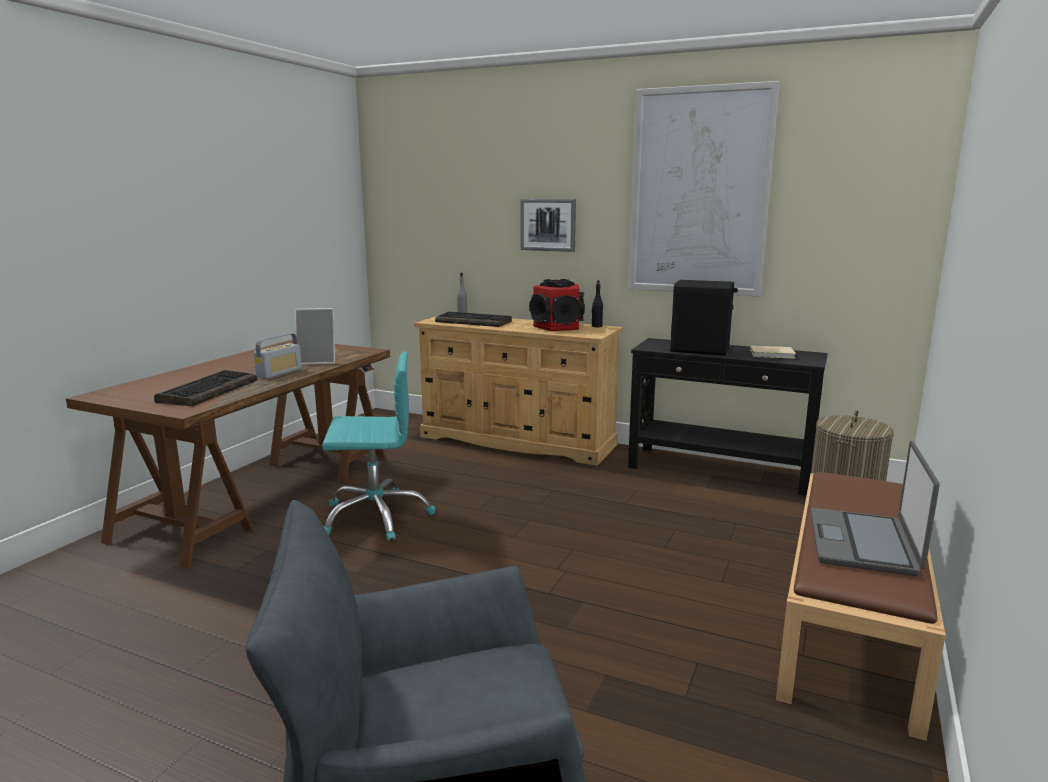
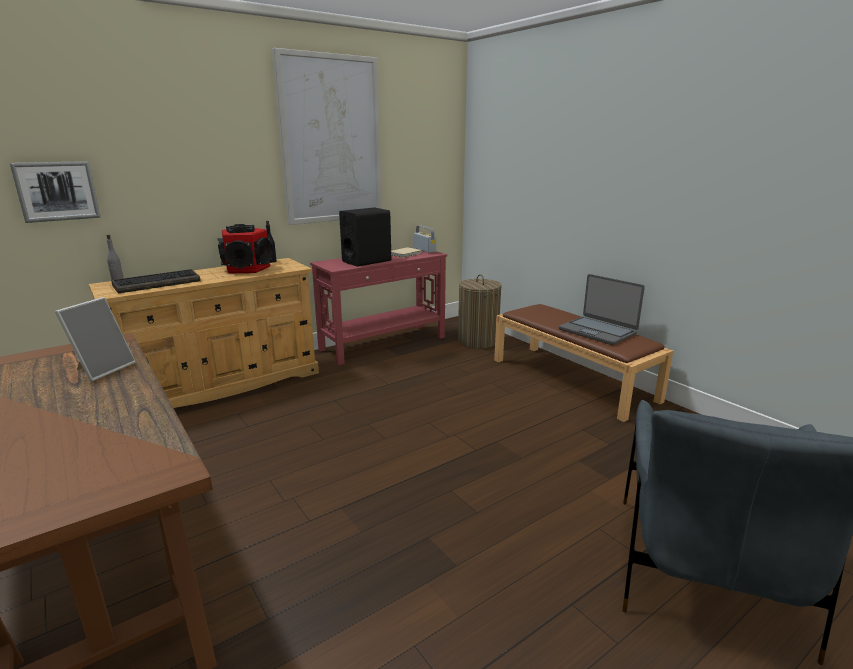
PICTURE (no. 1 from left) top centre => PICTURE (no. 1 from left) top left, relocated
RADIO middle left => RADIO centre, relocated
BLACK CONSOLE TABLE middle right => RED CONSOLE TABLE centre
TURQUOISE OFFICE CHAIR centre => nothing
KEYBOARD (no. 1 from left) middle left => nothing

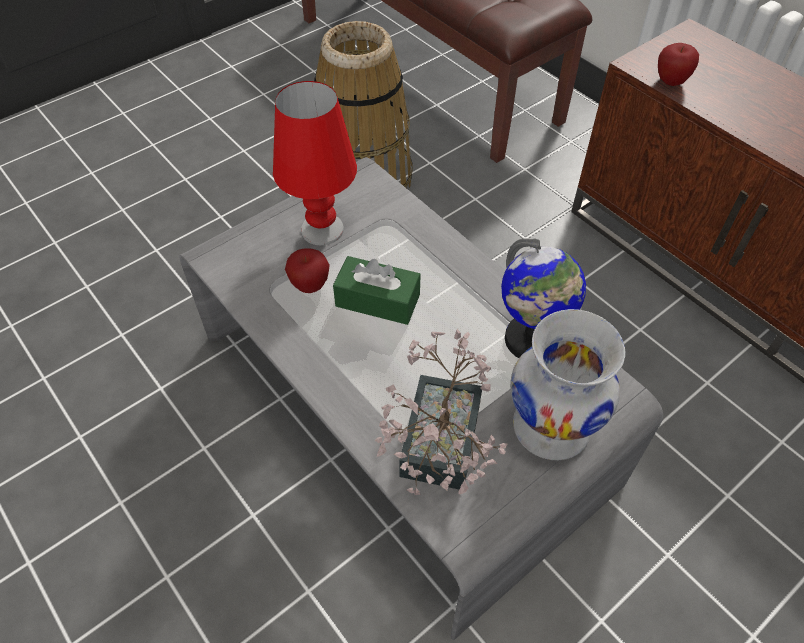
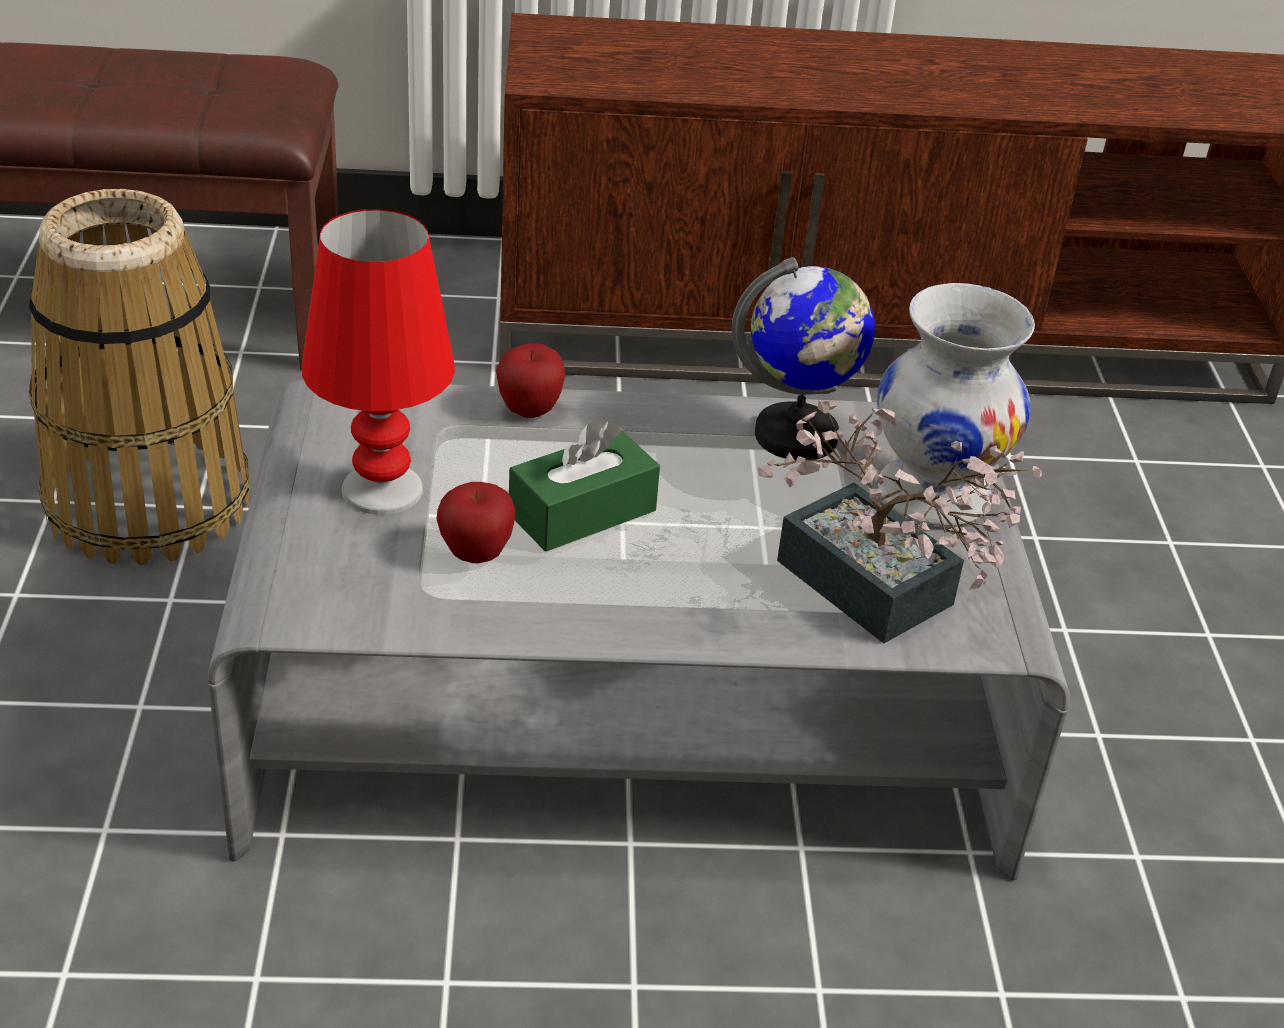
APPLE (no. 2 from left) top right => APPLE (no. 2 from left) centre, relocated

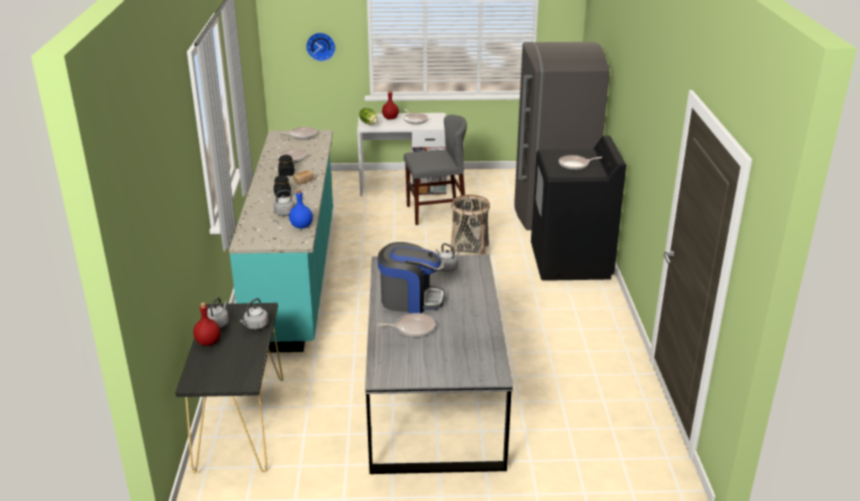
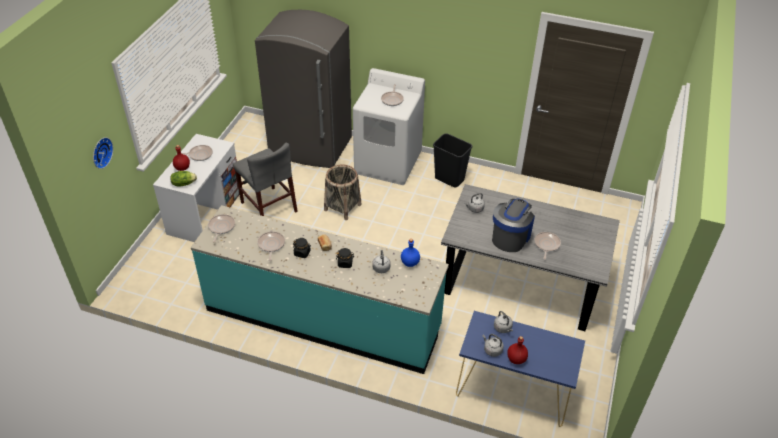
GREY CHAIR centre, 135 degrees clockwise
BLACK WASHING MACHINE middle right => WHITE WASHING MACHINE top centre
BLACK CONSOLE TABLE bottom left => BLUE CONSOLE TABLE bottom right
nothing => BLACK TRASH CAN centre

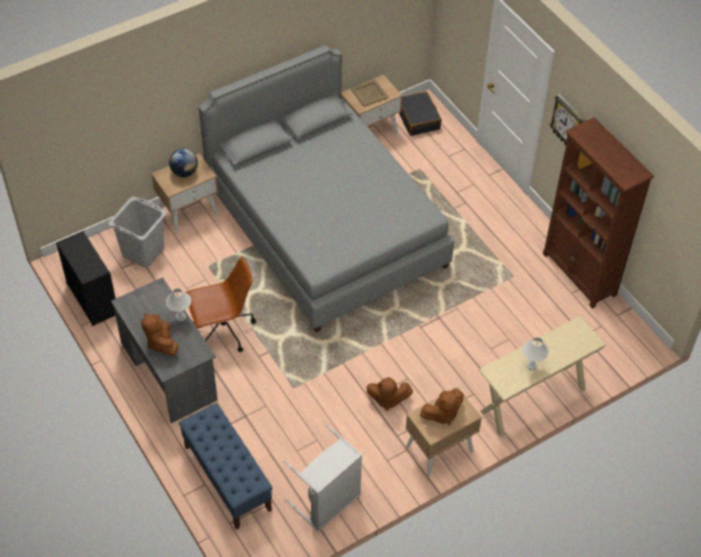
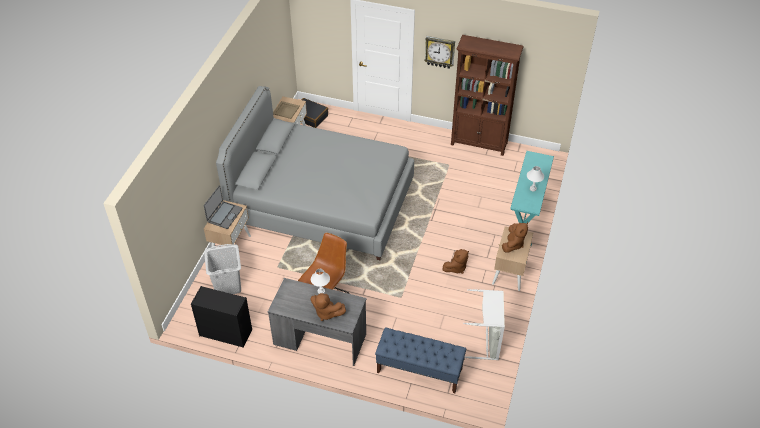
GLOBE top left => LAPTOP middle left
BEIGE CONSOLE TABLE bottom right => TURQUOISE CONSOLE TABLE middle right

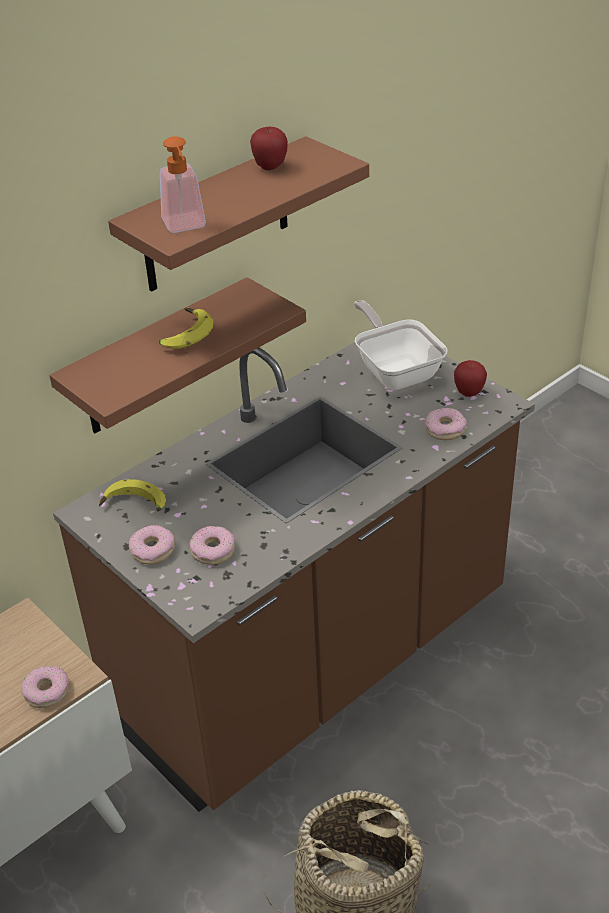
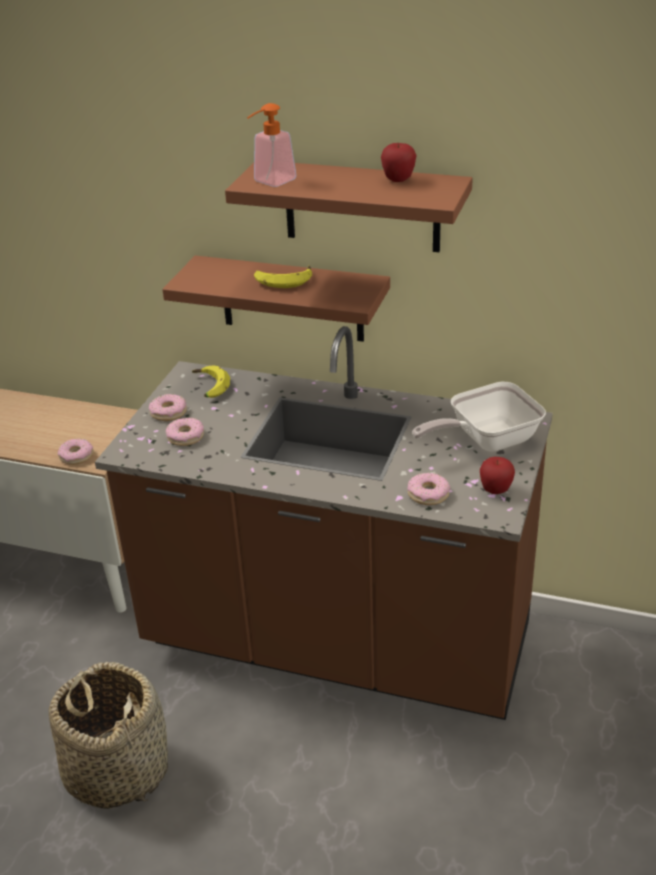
FRYING PAN centre => FRYING PAN middle right, 150 degrees counterclockwise

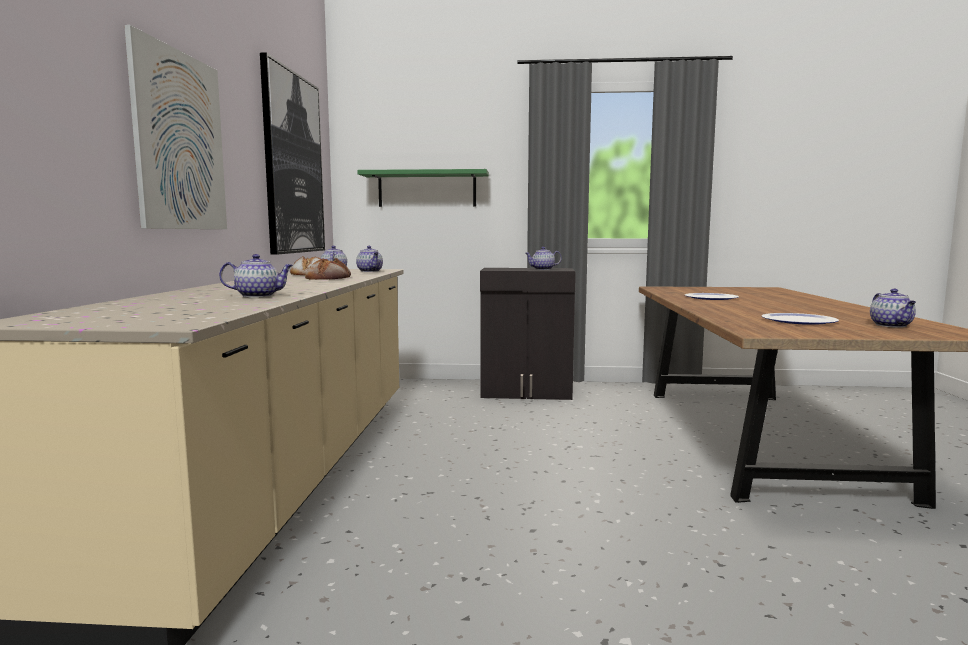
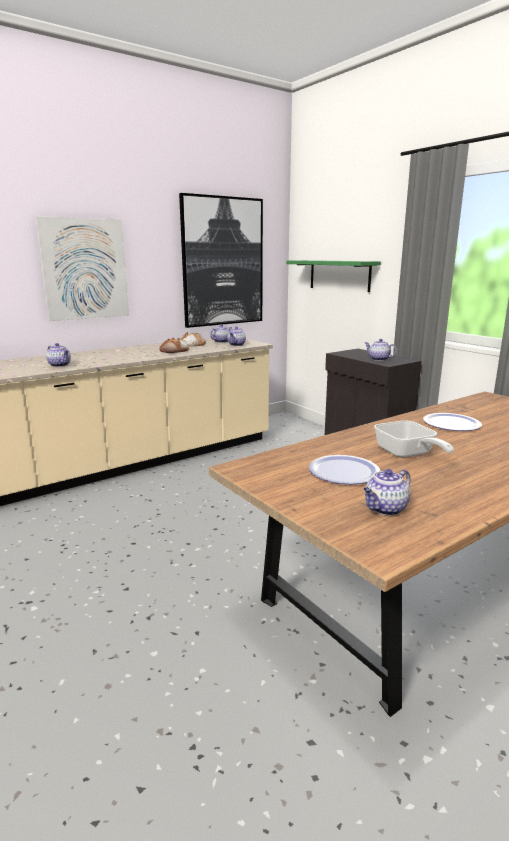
nothing => FRYING PAN middle right

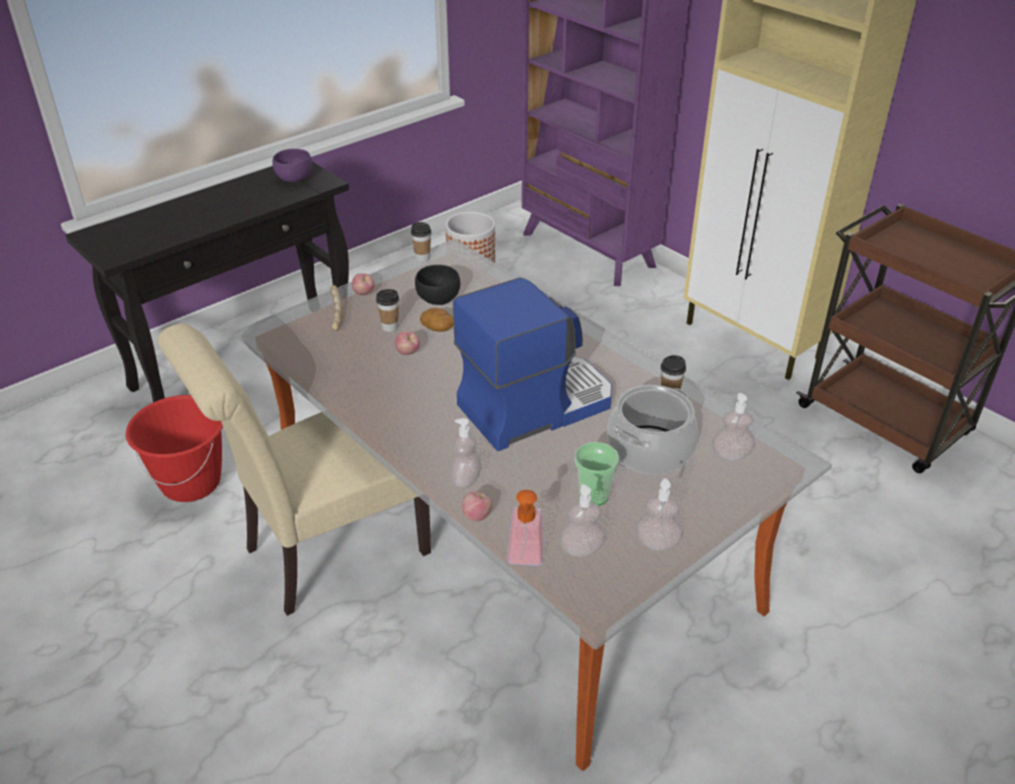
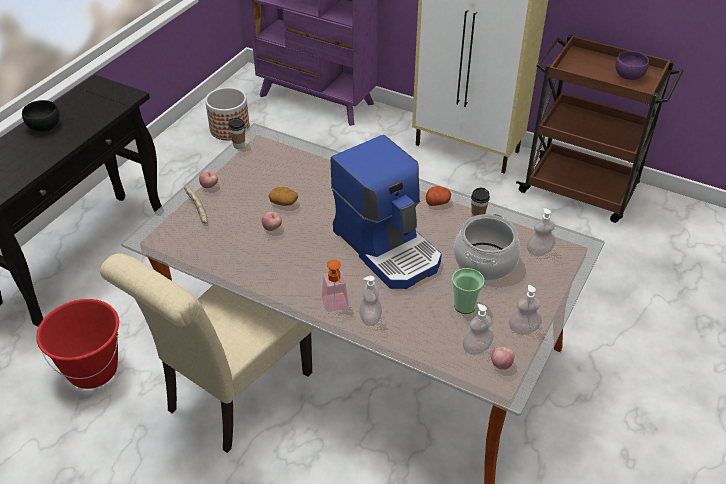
PURPLE BOWL top left => PURPLE BOWL top right, relocated
BLACK BOWL centre => BLACK BOWL top left, relocated
COFFEE MACHINE centre, 105 degrees clockwise
CUP (no. 1 from left) centre => nothing
SOAP DISPENSER (no. 2 from left in the first image) bottom centre => SOAP DISPENSER (no. 1 from left) centre, relocated
APPLE (no. 3 from left) centre => APPLE (no. 3 from left) bottom right, relocated
nothing => POTATO (no. 2 from left) centre

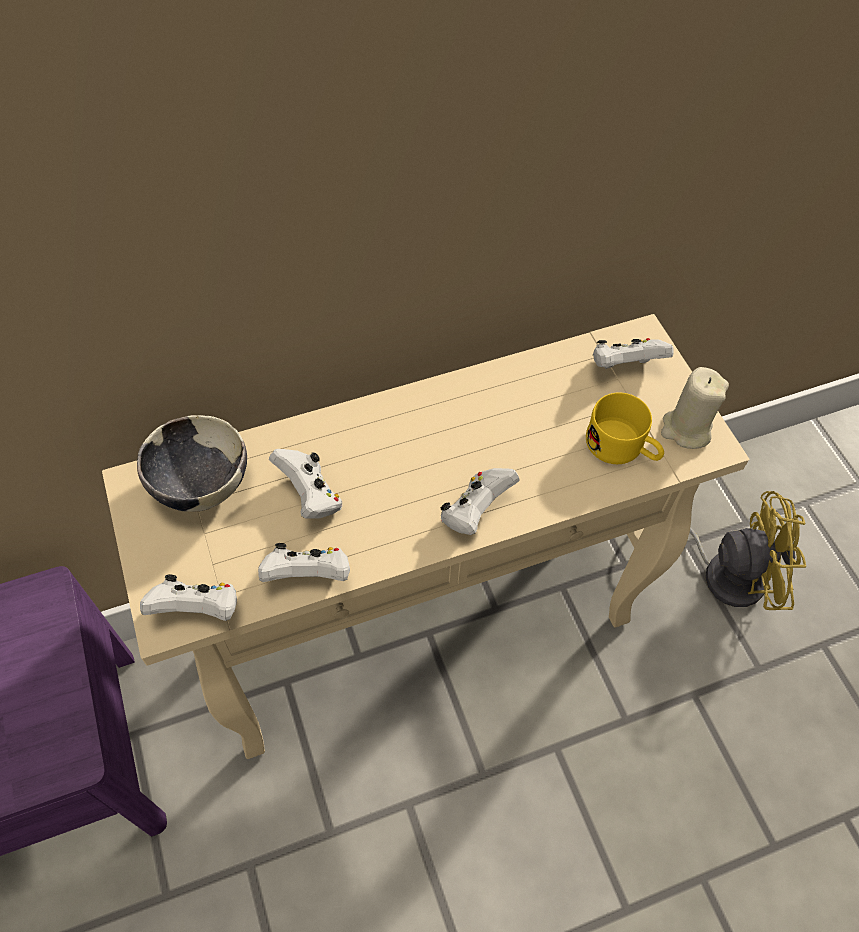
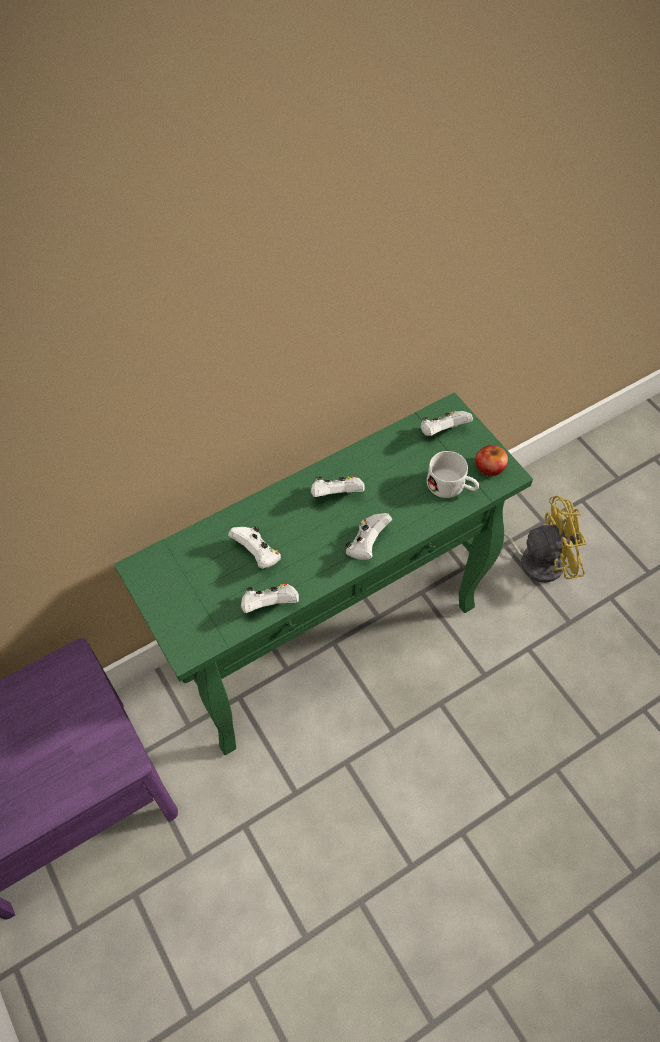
BEIGE CONSOLE TABLE centre => GREEN CONSOLE TABLE centre
BEIGE CANDLE middle right => APPLE middle right
YELLOW MUG middle right => WHITE MUG middle right
BOWL middle left => nothing
WHITE GAME CONTROLLER (no. 1 from left in the first image) middle left => WHITE GAME CONTROLLER (no. 3 from left) centre, relocated

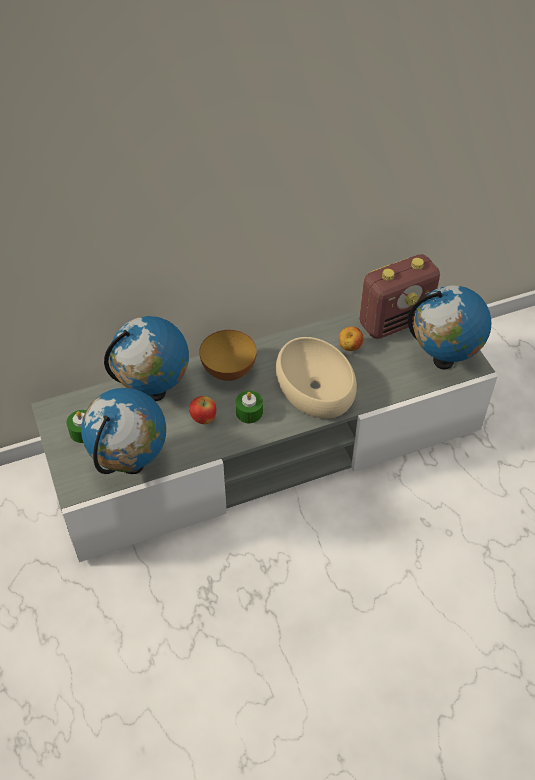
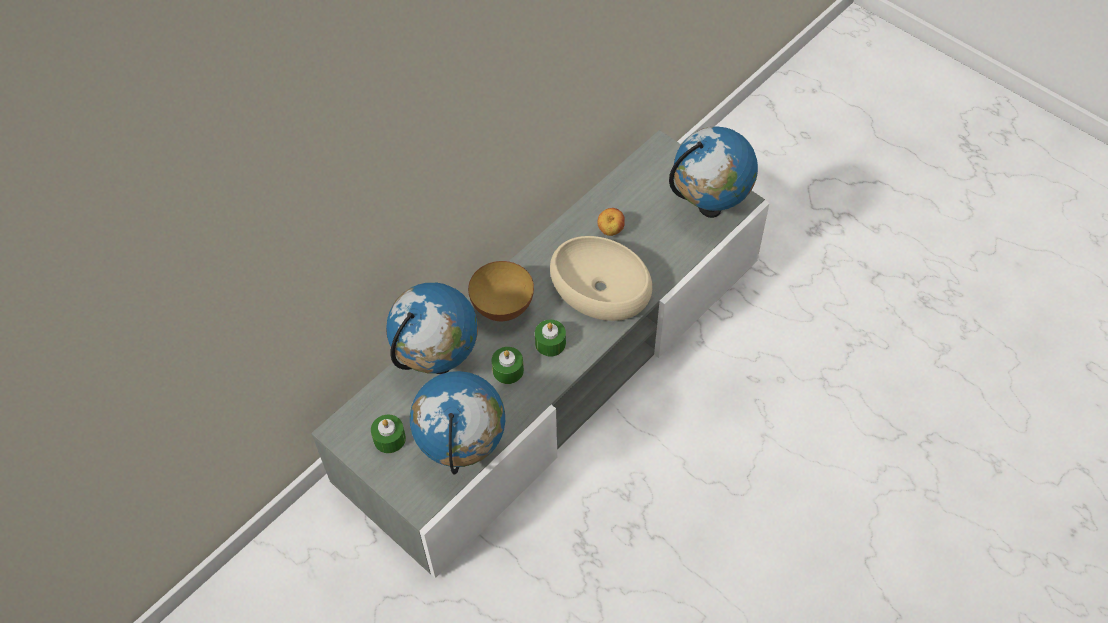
RADIO middle right => nothing
APPLE (no. 1 from left) centre => GREEN CANDLE (no. 2 from left) centre

